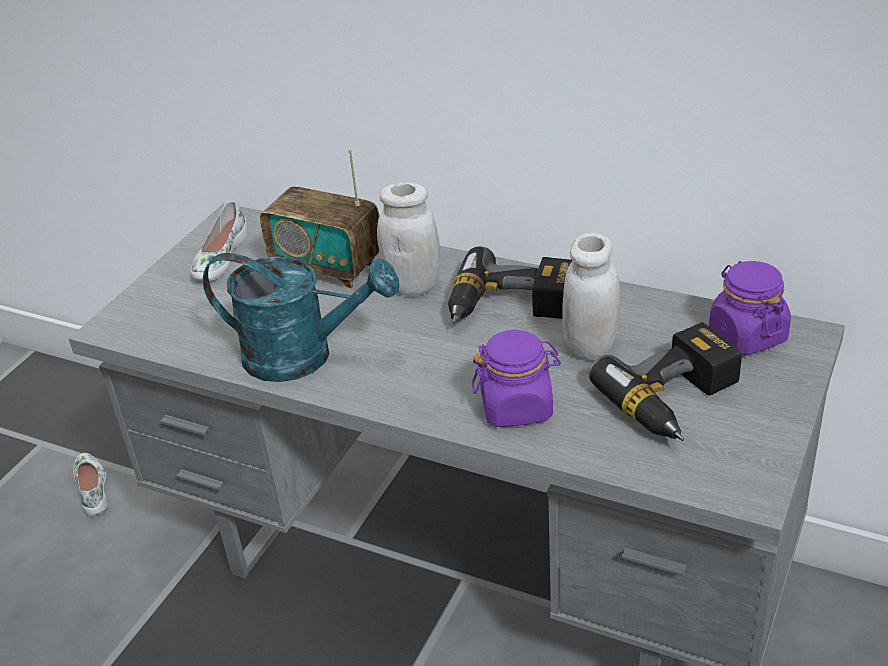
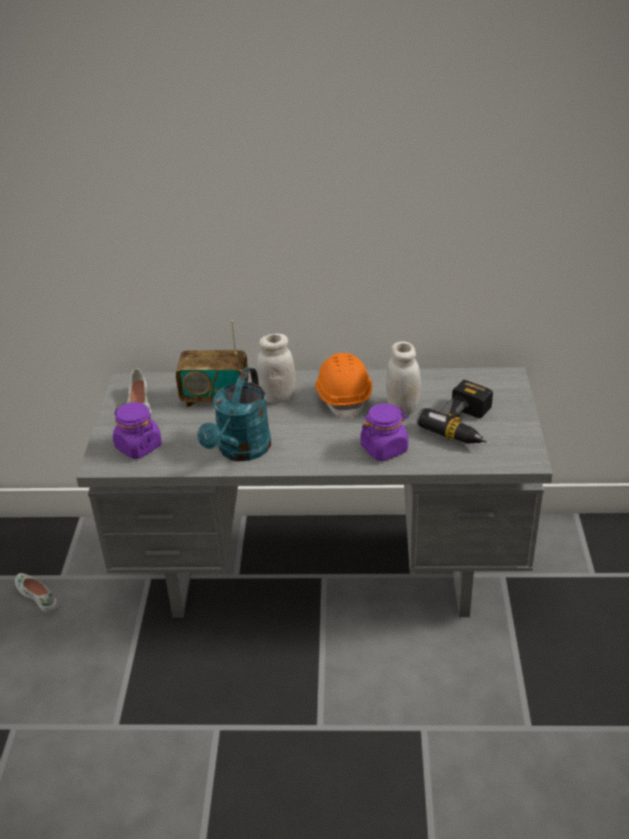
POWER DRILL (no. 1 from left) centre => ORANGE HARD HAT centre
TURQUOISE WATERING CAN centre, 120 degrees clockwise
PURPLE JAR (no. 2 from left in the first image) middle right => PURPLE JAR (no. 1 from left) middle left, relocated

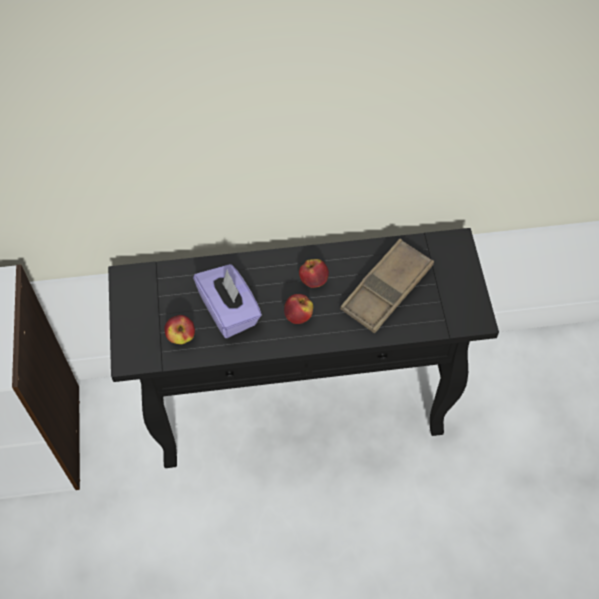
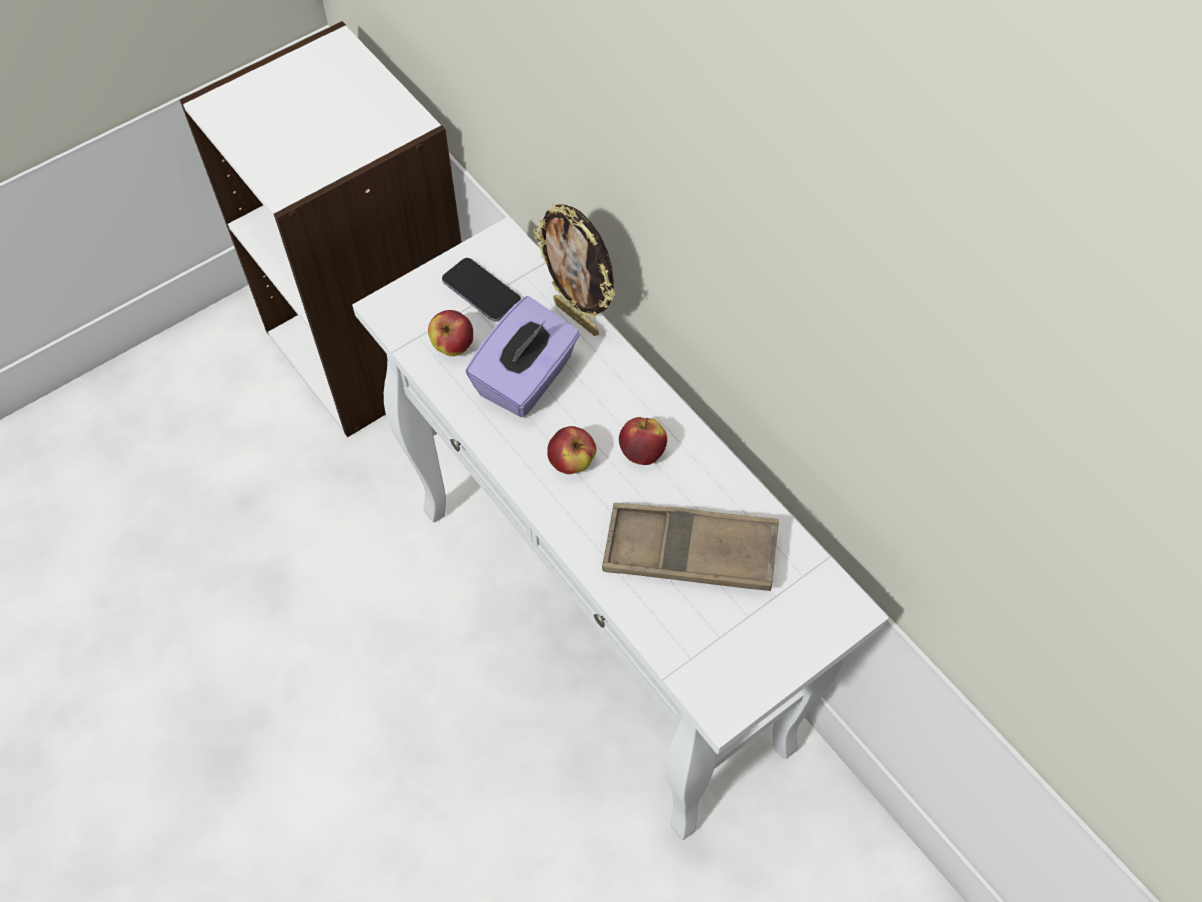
BLACK CONSOLE TABLE centre => WHITE CONSOLE TABLE centre
nothing => PICTURE FRAME top centre
nothing => PHONE top centre

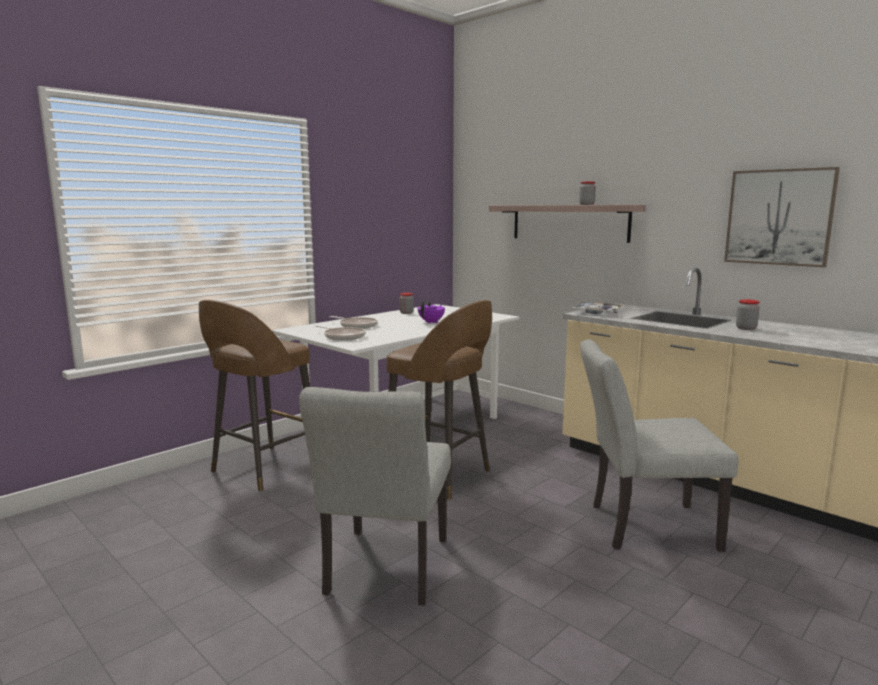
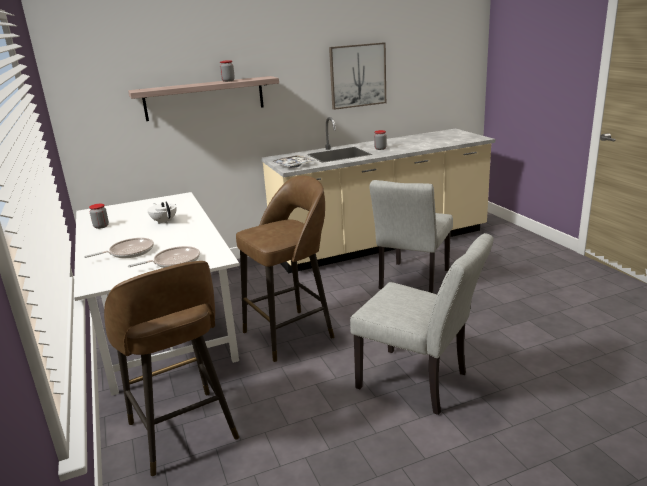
PURPLE TEAPOT centre => WHITE TEAPOT middle left

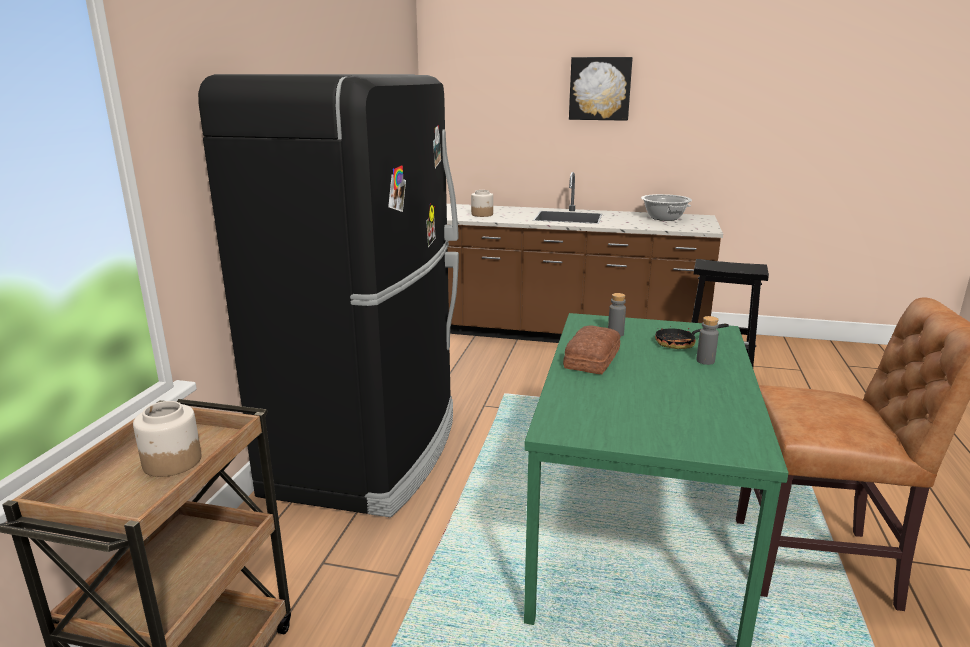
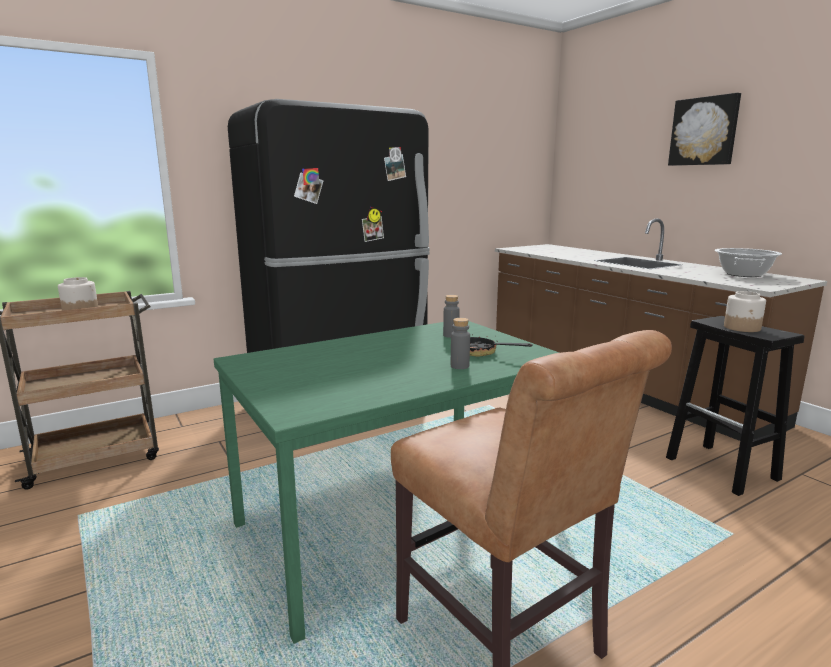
JAR (no. 2 from left) top centre => JAR (no. 2 from left) middle right, relocated
BREAD centre => nothing

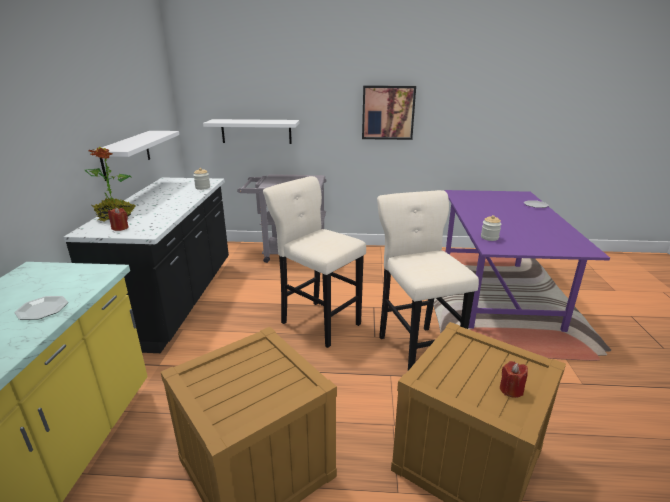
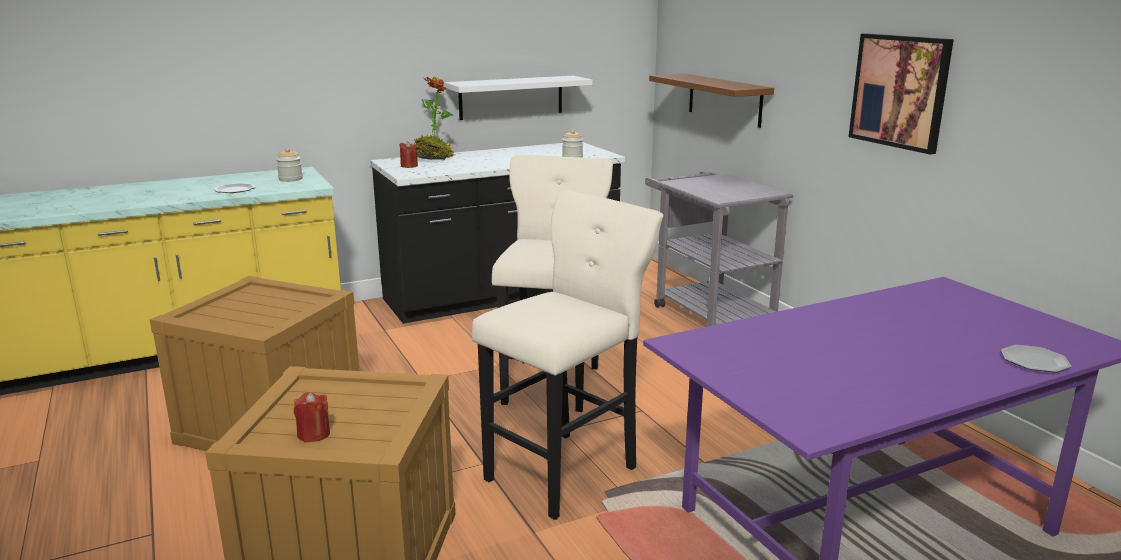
WHITE SHELF (no. 2 from left) top centre => BROWN SHELF top centre
JAR (no. 2 from left in the first image) middle right => JAR (no. 1 from left) top left, relocated

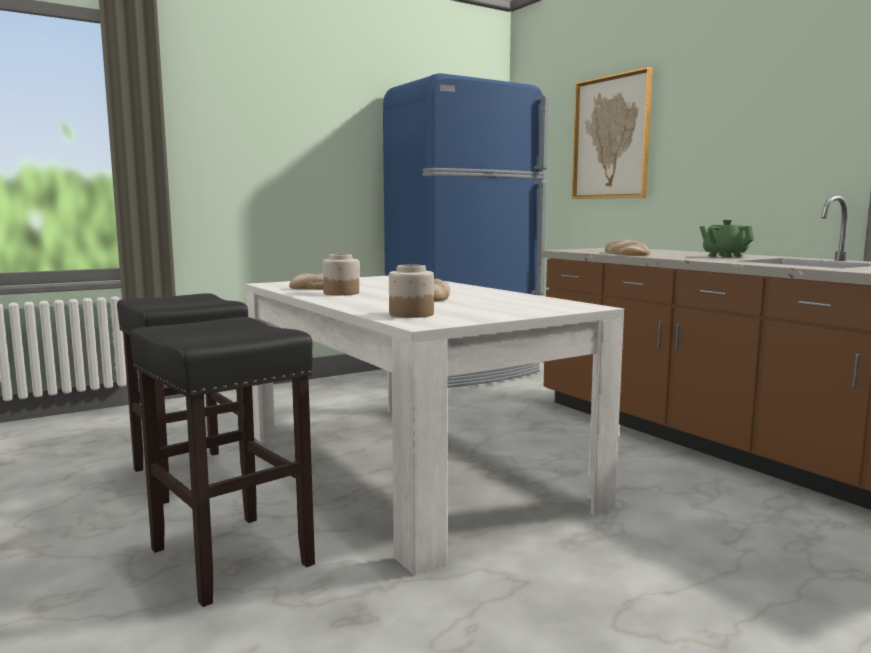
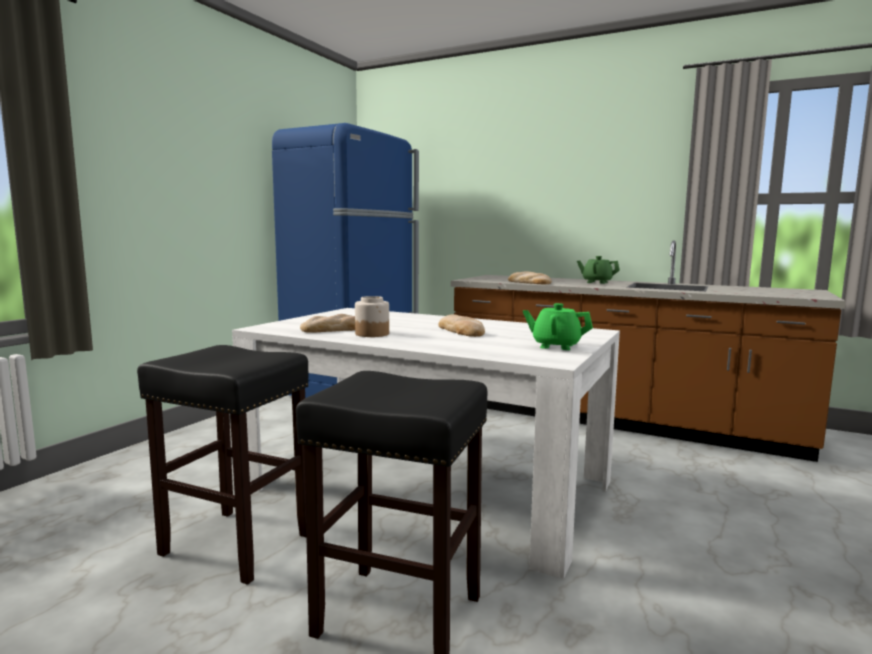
PICTURE top right => nothing
JAR (no. 2 from left) centre => nothing
nothing => GREEN TEAPOT (no. 1 from left) centre

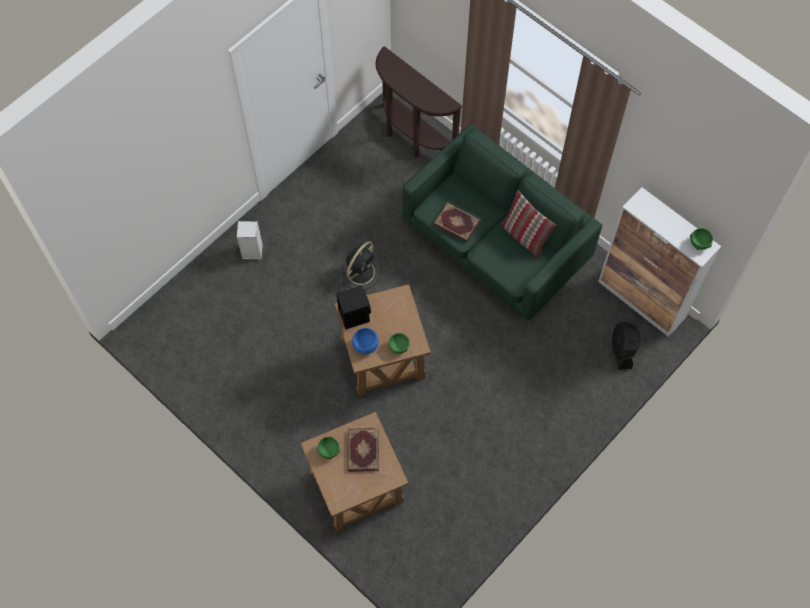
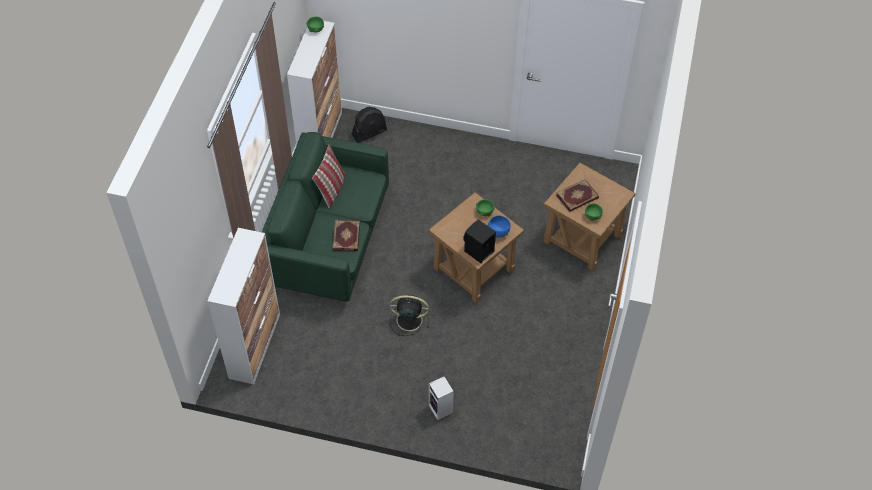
BROWN CONSOLE TABLE top centre => CABINET (no. 1 from left) middle left

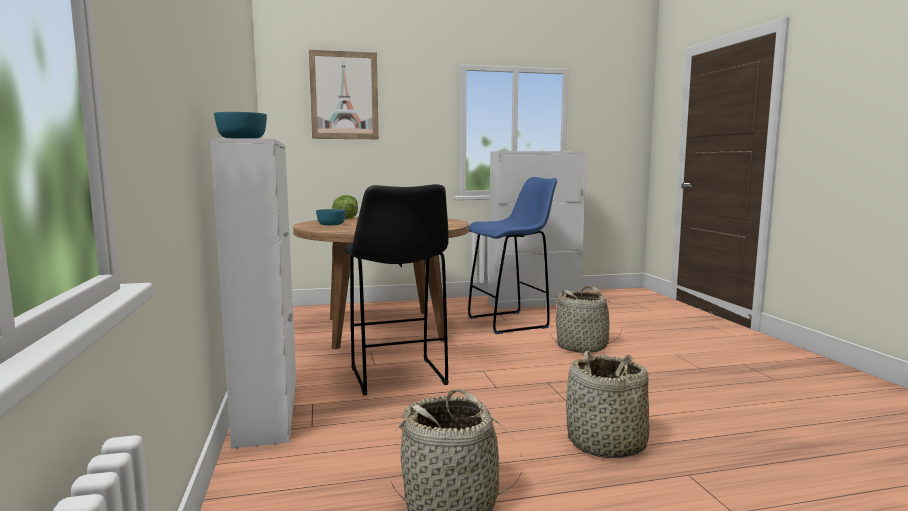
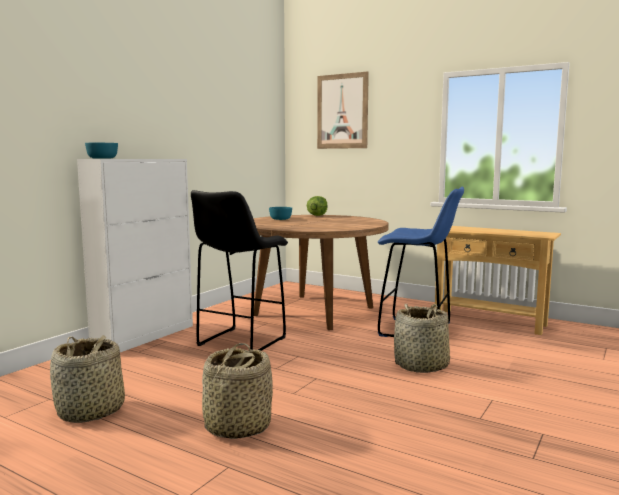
WHITE CABINET (no. 2 from left) centre => BEIGE CONSOLE TABLE middle right

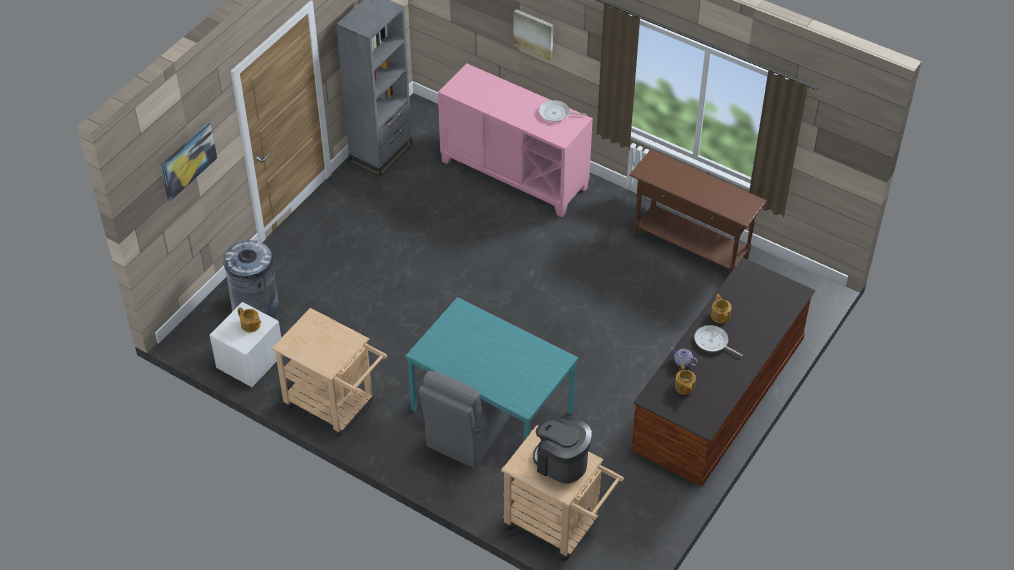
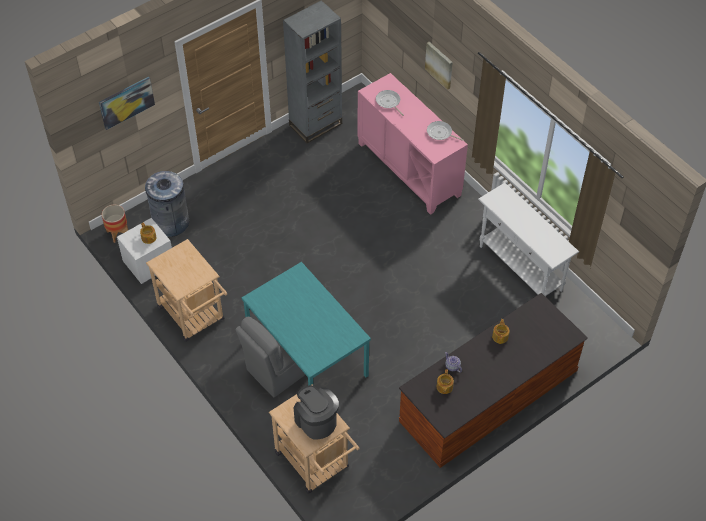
BROWN CONSOLE TABLE middle right => WHITE CONSOLE TABLE middle right
FRYING PAN (no. 2 from left in the first image) middle right => FRYING PAN (no. 1 from left) top centre, relocated
nothing => PLANTER middle left

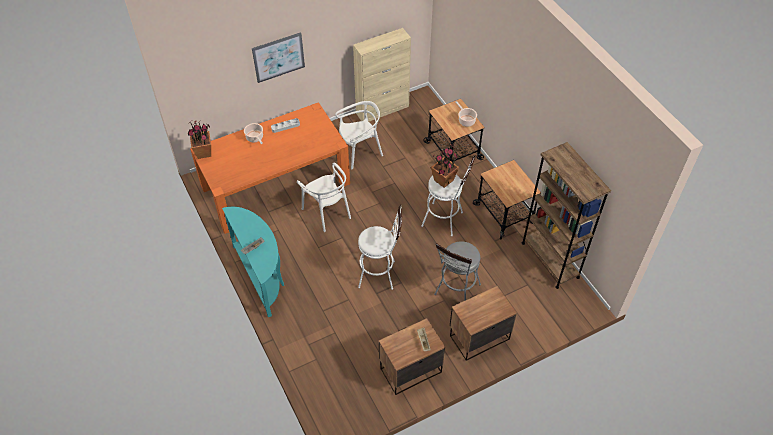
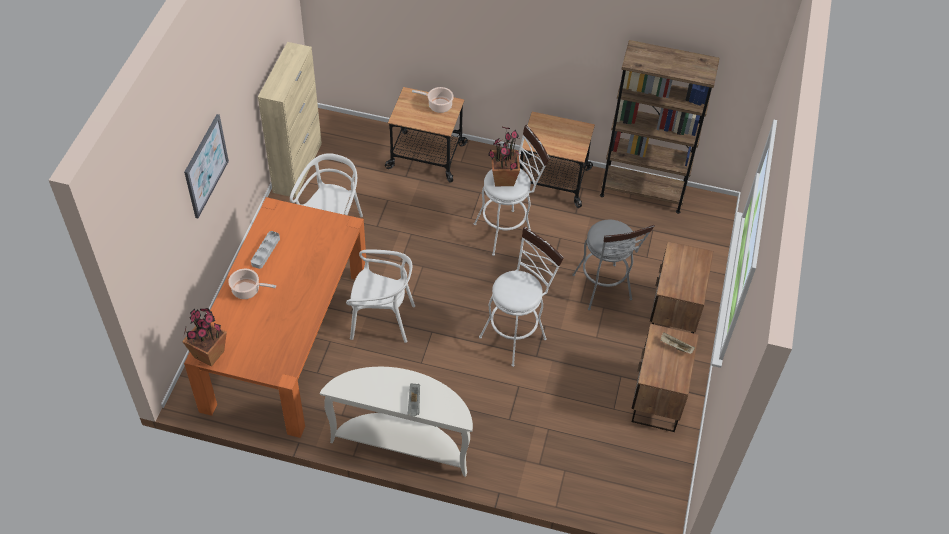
TURQUOISE CONSOLE TABLE middle left => WHITE CONSOLE TABLE bottom centre

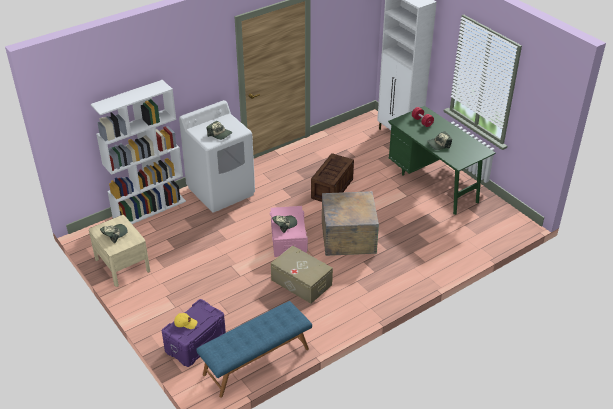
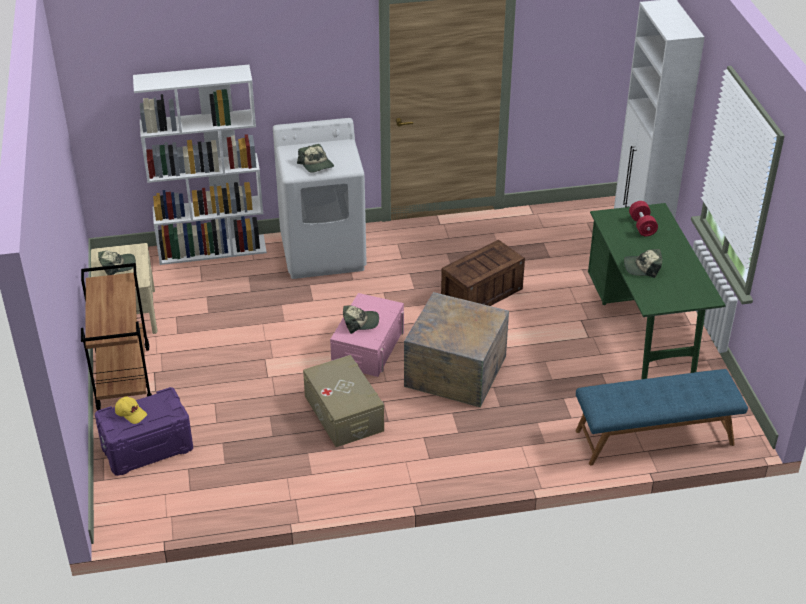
BLUE BENCH bottom centre => BLUE BENCH bottom right, relocated
nothing => BROWN CART middle left

